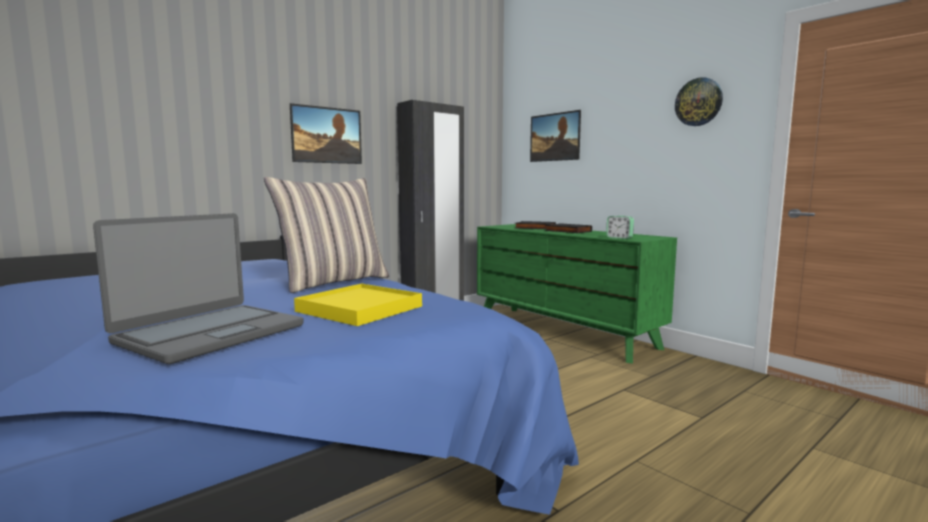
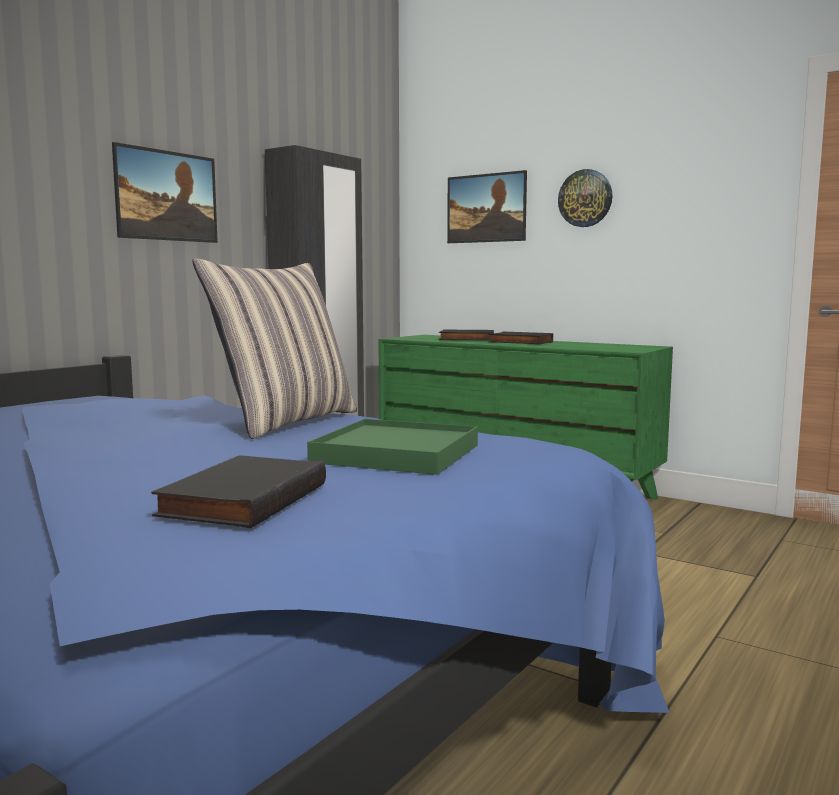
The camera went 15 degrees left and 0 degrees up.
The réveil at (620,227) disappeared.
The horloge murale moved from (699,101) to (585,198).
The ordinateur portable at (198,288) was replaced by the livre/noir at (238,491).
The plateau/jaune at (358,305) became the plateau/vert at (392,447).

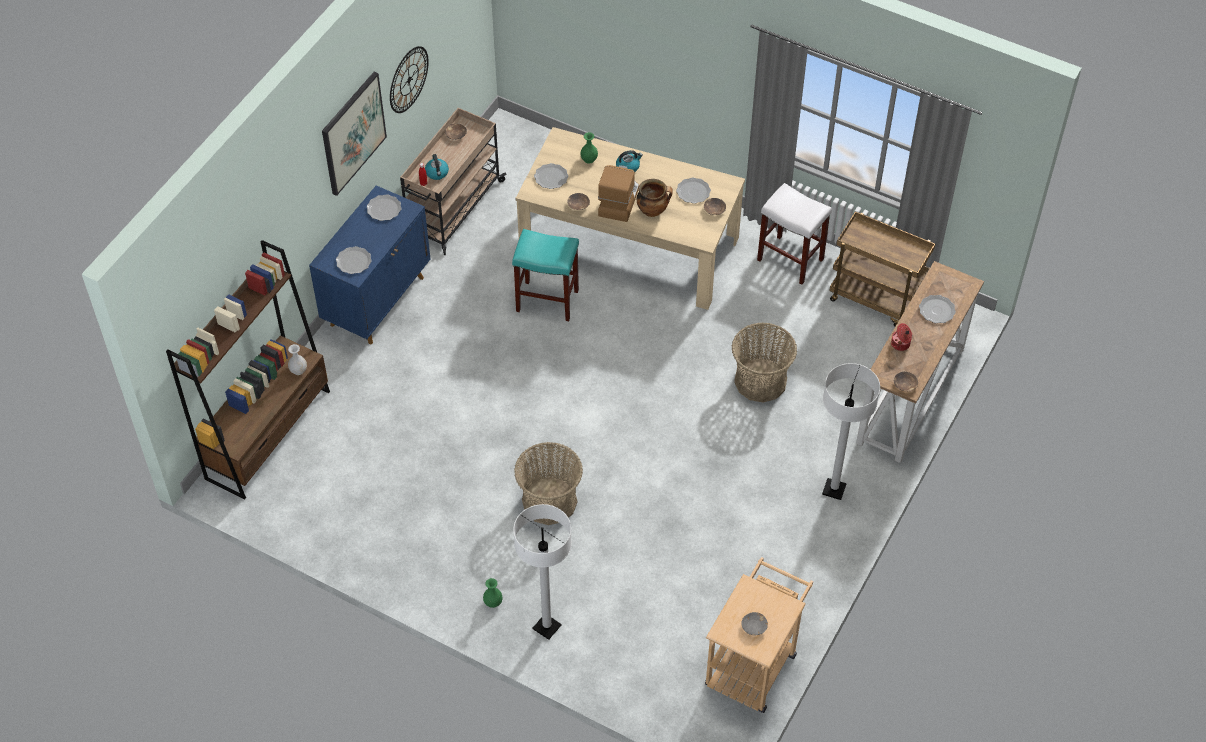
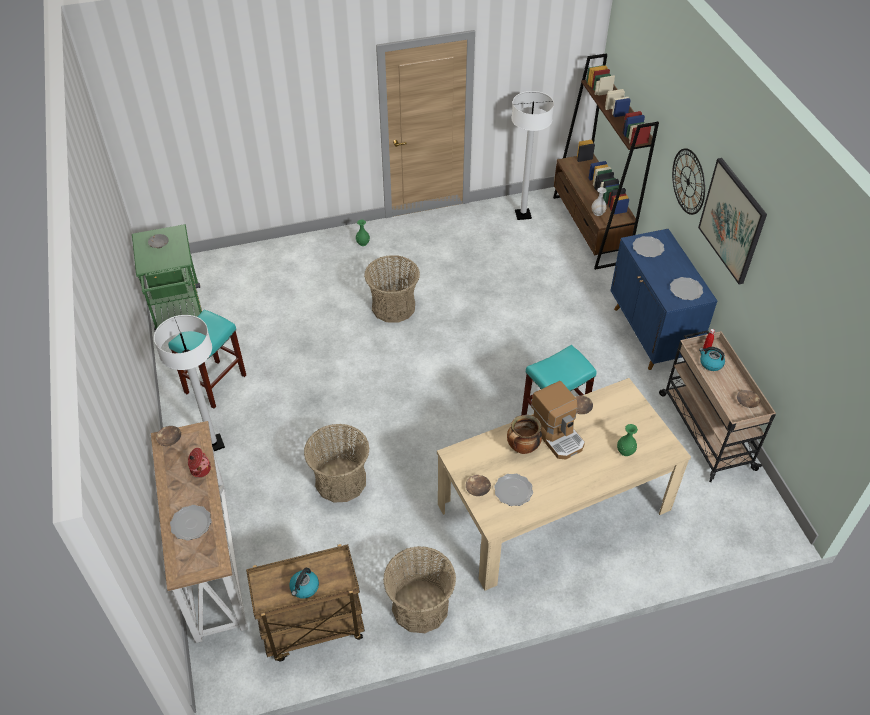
The camera went 135 degrees right and 5 degrees down.
The assiette at (551,176) disappeared.
The tabouret/turquoise at (207,358) appeared.
The horloge murale moved from (409,79) to (688,181).
The lampadaire/blanc moved from (542,572) to (532,155).
The bouilloire moved from (629,161) to (304,583).
The tabouret/blanc at (794,234) was replaced by the panier at (419,589).
The chariot/beige at (759,635) became the chariot/vert at (167,277).

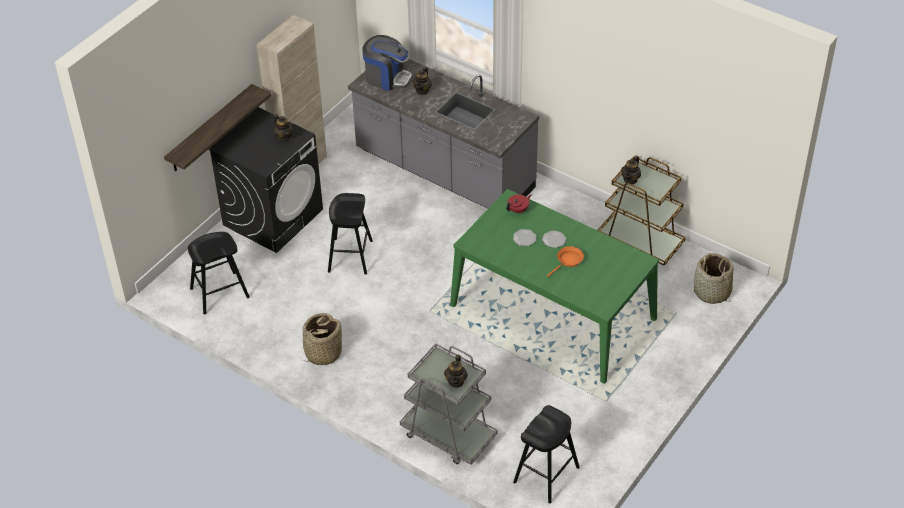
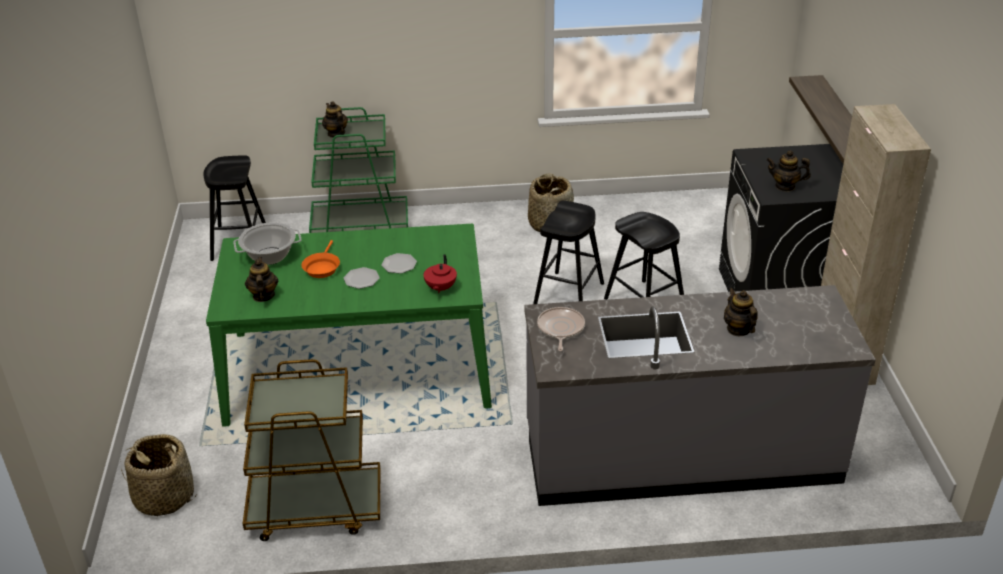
The camera went 140 degrees right and 10 degrees down.
The machine à café at (387,63) disappeared.
The marmite at (267,244) appeared.
The poêle at (561,329) appeared.
The tabouret/noir moved from (219,273) to (568,252).
The théière moved from (631,170) to (261,279).
The chariot/gris at (449,404) became the chariot/vert at (358,170).

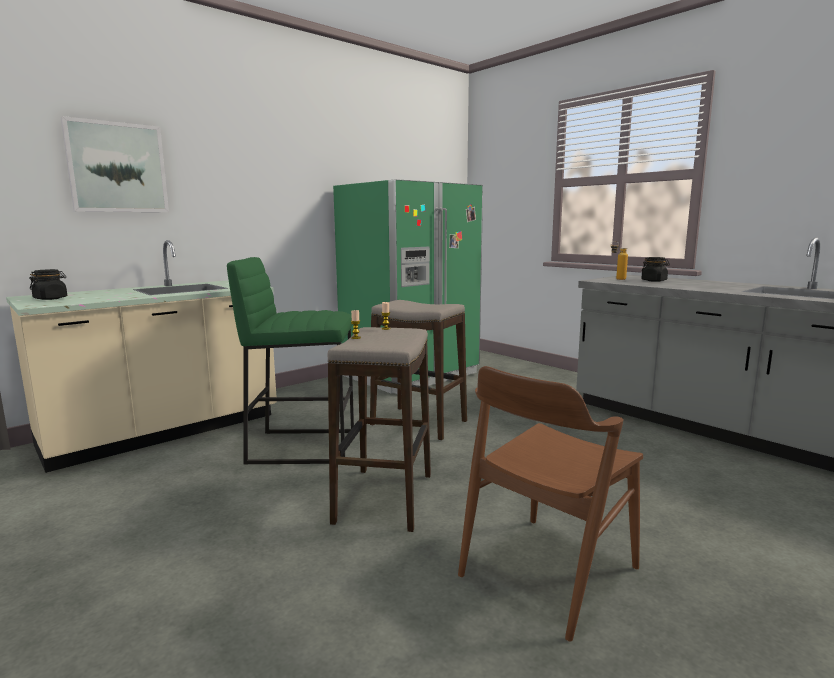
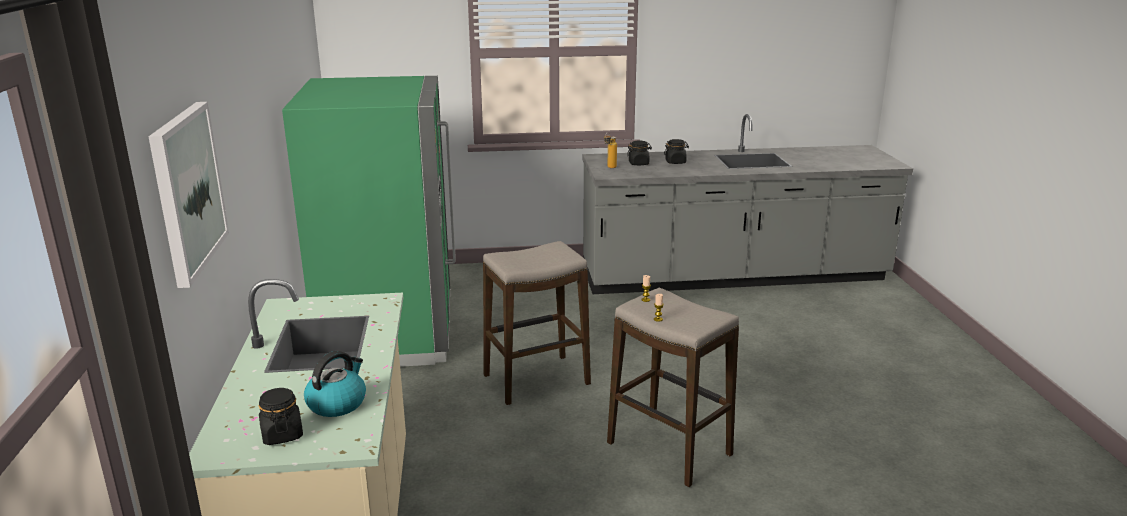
The camera went 55 degrees left and 10 degrees up.
The tabouret/vert at (290,360) disappeared.
The chaise/marron at (550,504) disappeared.
The bouilloire at (335,384) appeared.
The bocal/noir at (676,151) appeared.

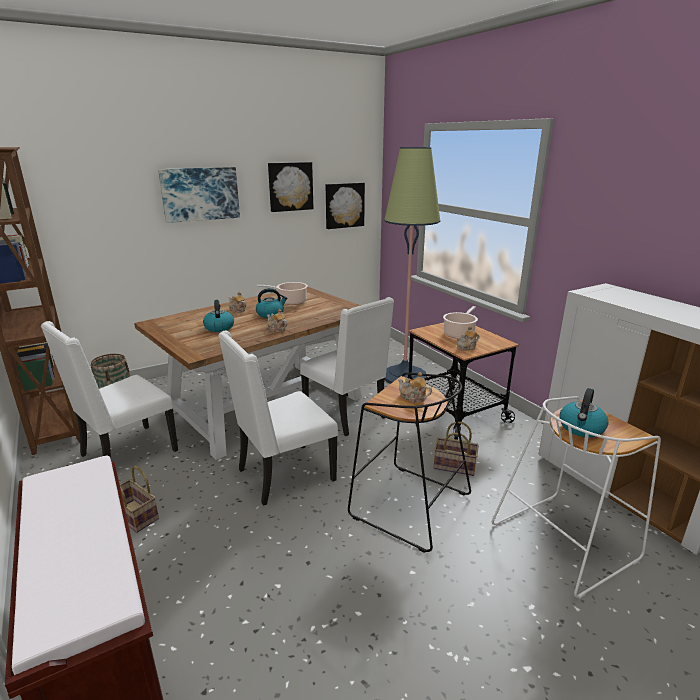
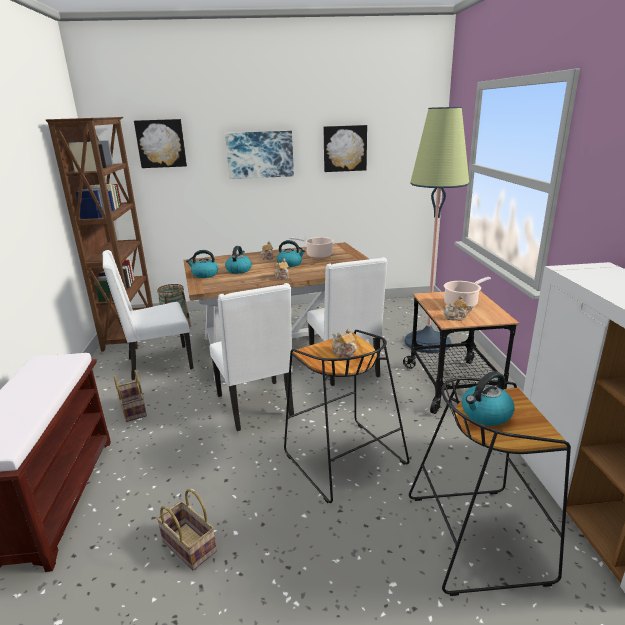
The camera went 25 degrees right and 0 degrees up.
The bouilloire at (202,264) appeared.
The tableau moved from (345,206) to (160,143).
The panier moved from (456,449) to (186,530).
The tabouret/blanc at (576,497) became the tabouret/noir at (490,486).
The chaise/blanc at (278,418) turned 105 degrees counterclockwise.

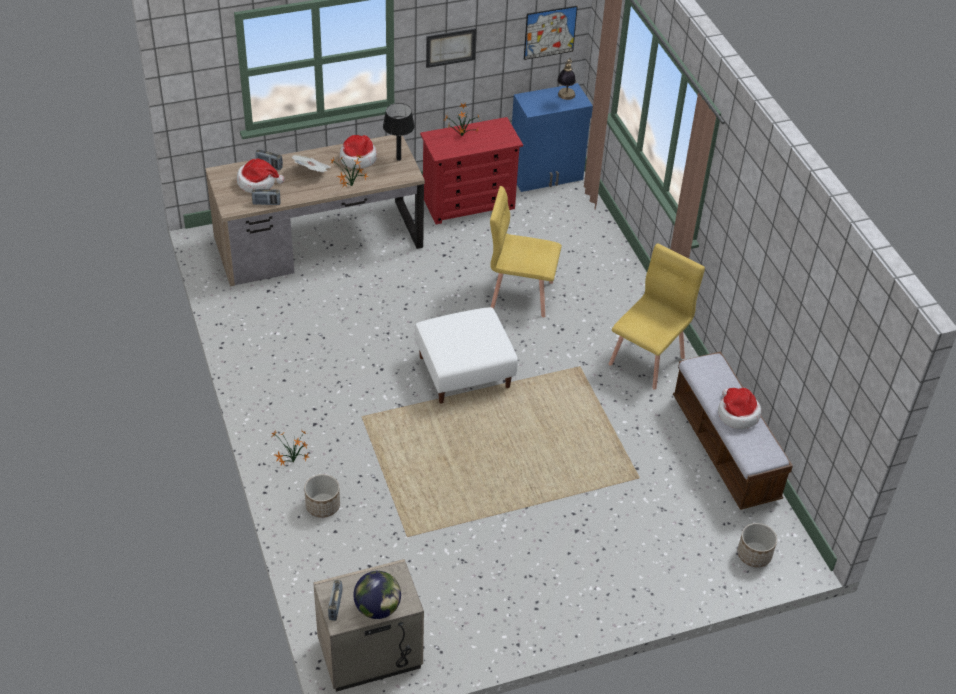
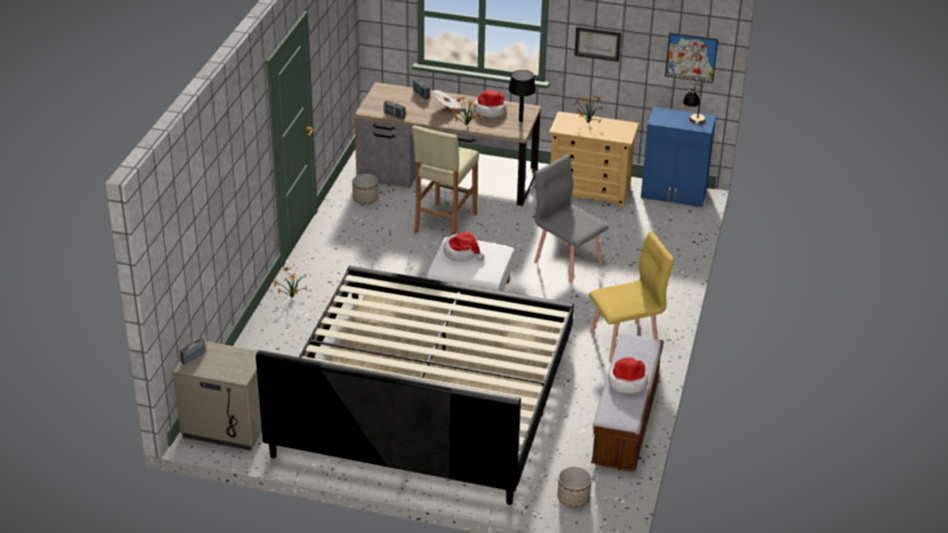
The camera went 35 degrees right and 10 degrees down.
The globe at (377,595) disappeared.
The lit at (415,385) appeared.
The tabouret/beige at (445,180) appeared.
The chapeau moved from (260,176) to (464,247).
The cache-pot moved from (322,496) to (365,189).
The commode/rouge at (471,170) became the commode/beige at (594,159).
The chaise/jaune at (526,251) became the chaise/gris at (571,219).

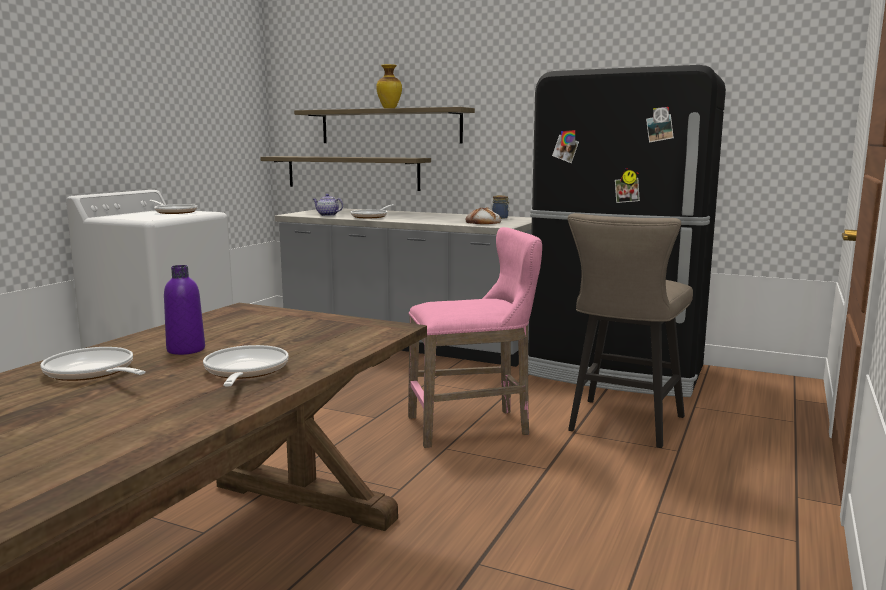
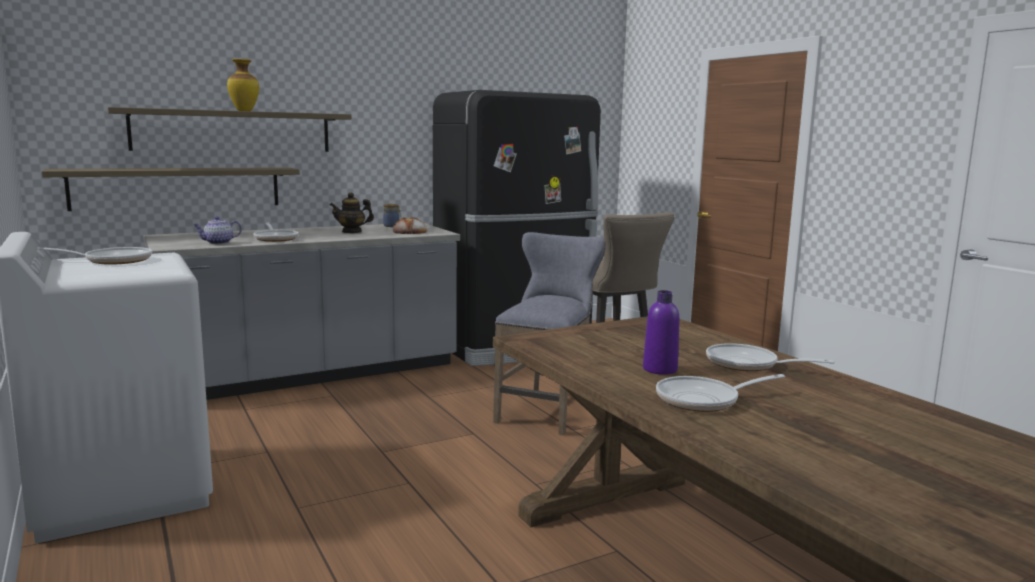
The camera went 55 degrees left and 0 degrees up.
The théière at (352,212) appeared.
The tabouret/rose at (475,337) became the tabouret/gris at (549,333).

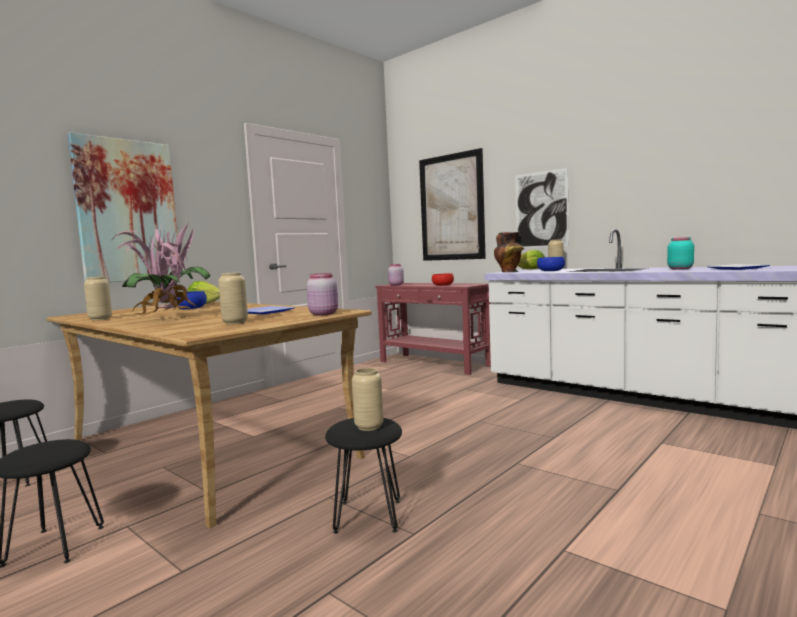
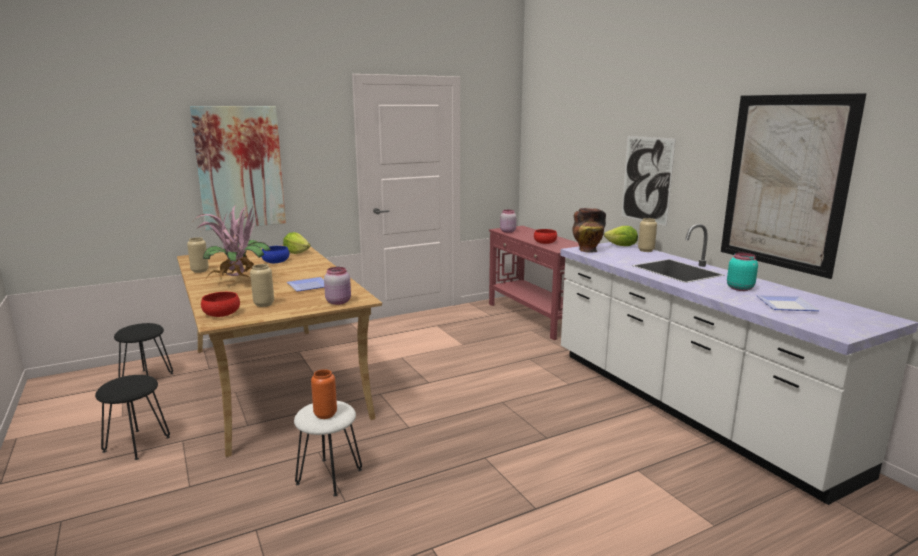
The camera went 20 degrees right and 10 degrees up.
The bol/bleu at (551,264) disappeared.
The bol/rouge at (220,304) appeared.
The tableau moved from (452,204) to (794,186).
The tabouret/noir at (363,476) became the tabouret/blanc at (328,448).
The vase/beige at (368,399) became the vase/orange at (324,394).

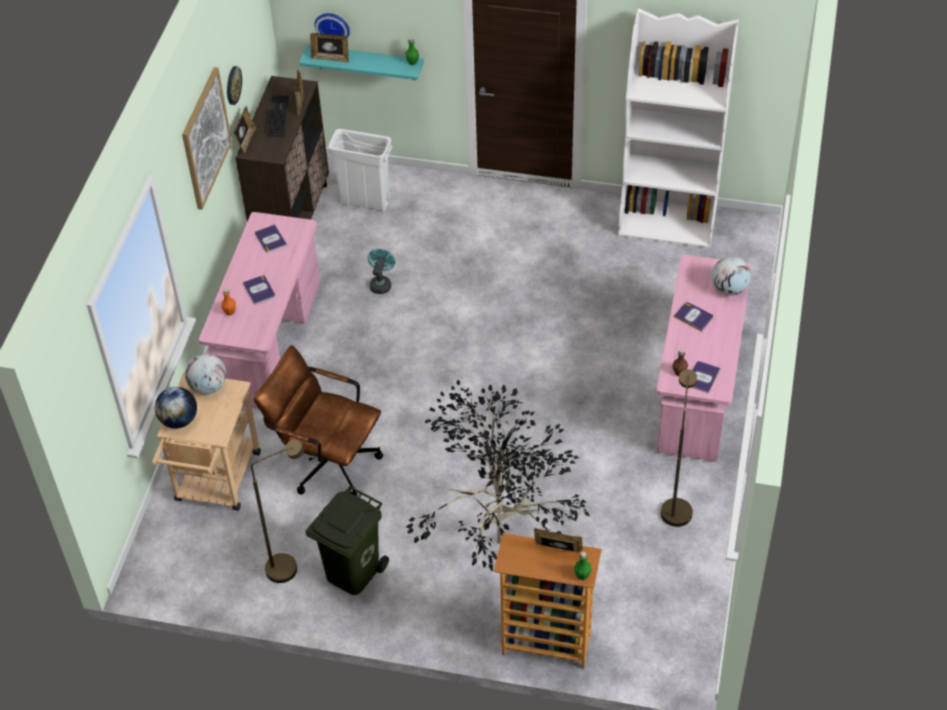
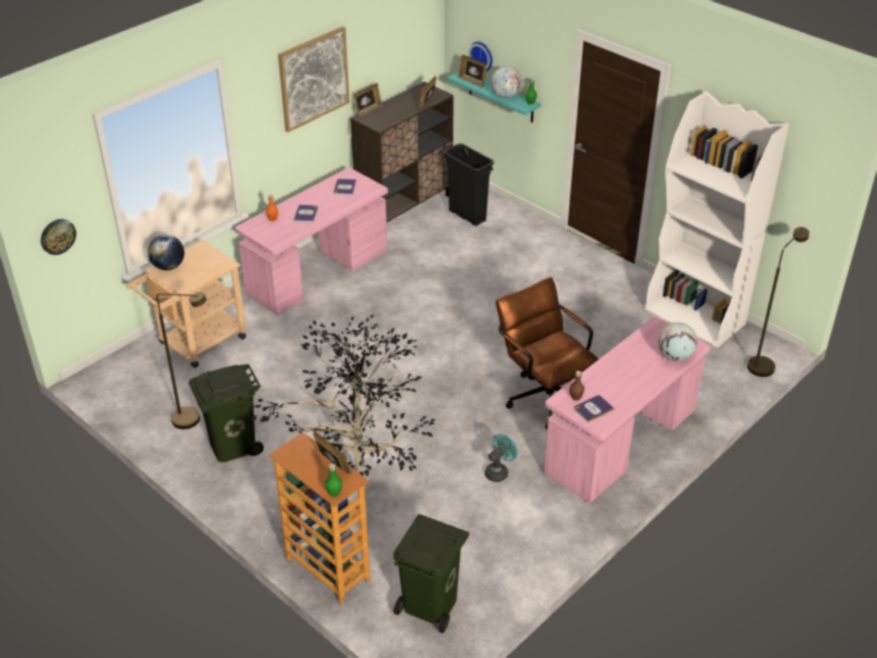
The camera went 30 degrees right and 10 degrees down.
The clavier at (278,116) disappeared.
The livre at (693,317) disappeared.
The poubelle/vert at (431,573) appeared.
The globe moved from (205,374) to (506,82).
The horloge murale moved from (234,85) to (58,237).
The chaise de bureau/marron moved from (318,421) to (547,353).
The ventilateur/turquoise moved from (381,271) to (501,458).
The lampadaire/marron moved from (679,448) to (778,302).
The poubelle/blanc at (360,170) became the poubelle/noir at (469,184).

